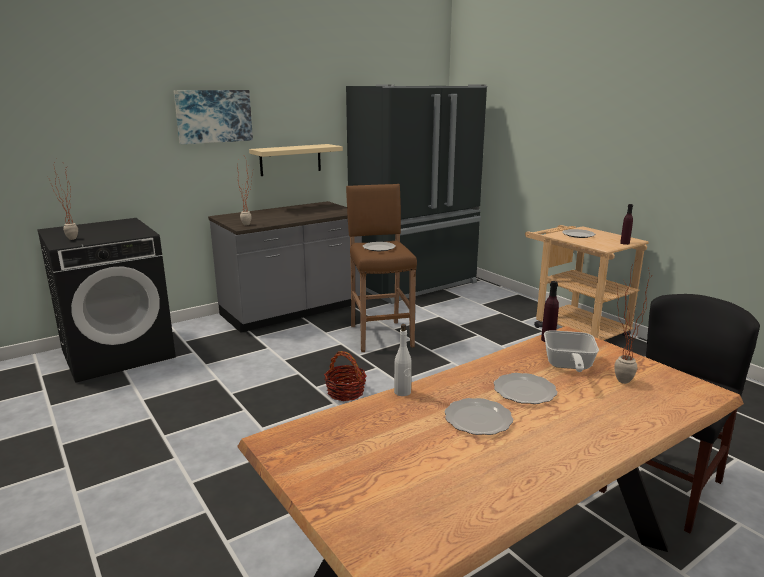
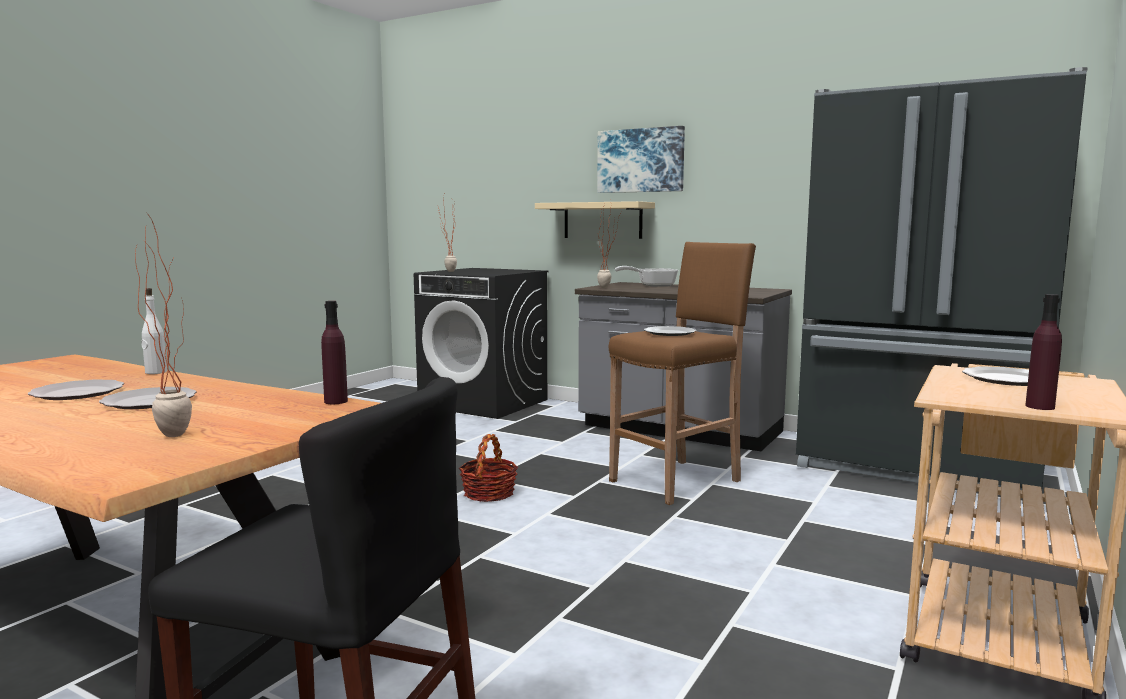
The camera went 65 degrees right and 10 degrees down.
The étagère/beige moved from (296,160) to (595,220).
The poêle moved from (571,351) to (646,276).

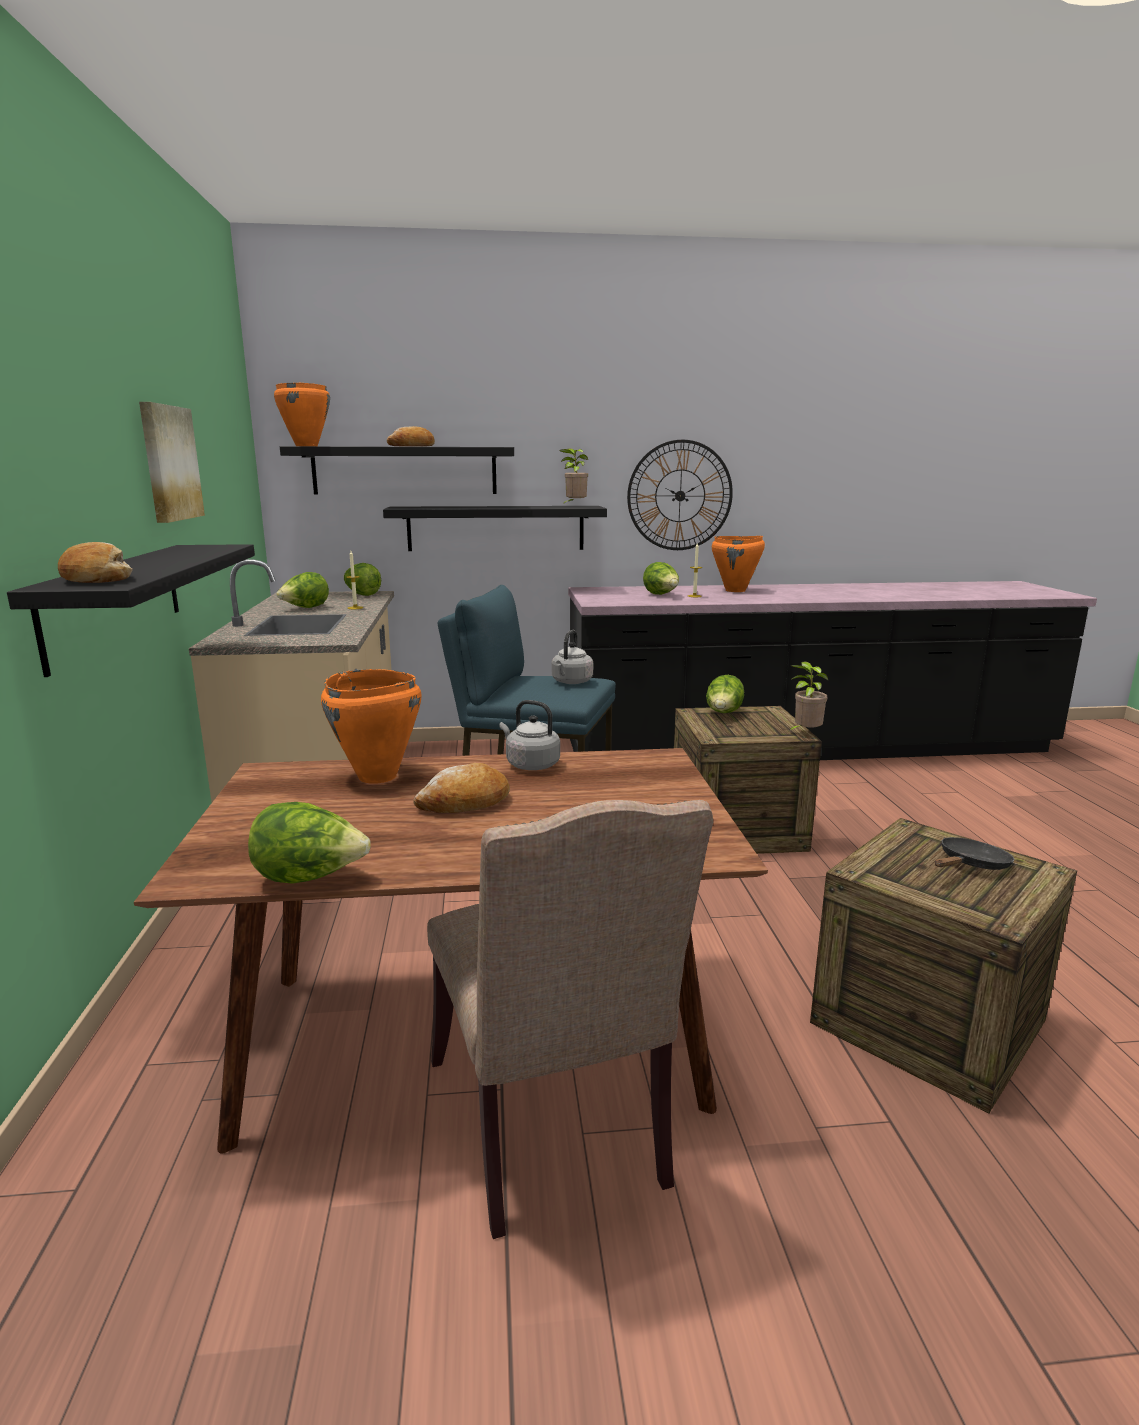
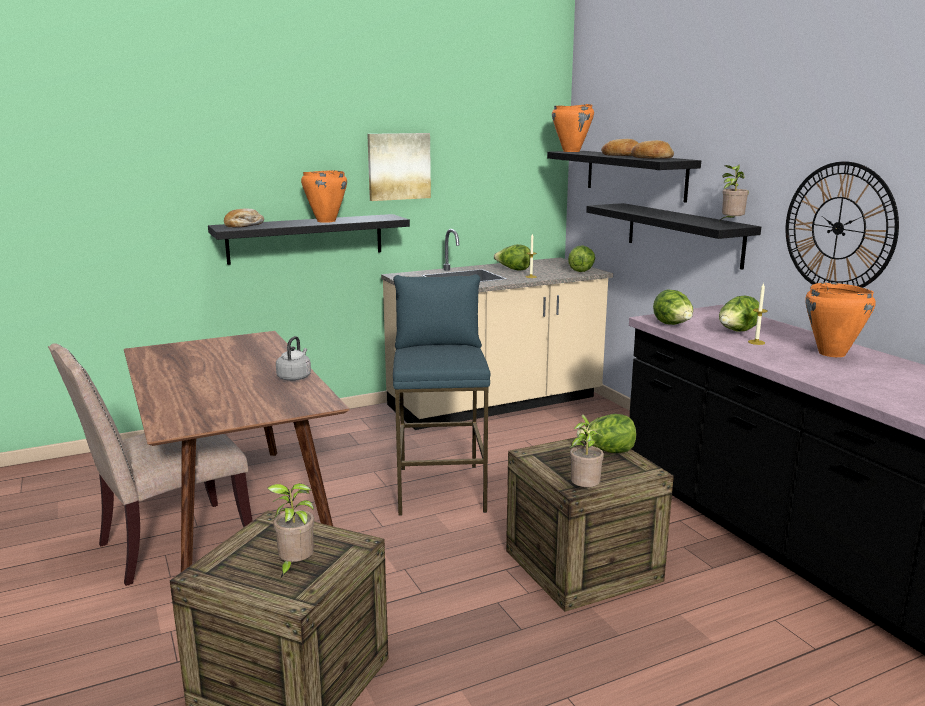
The camera went 70 degrees right and 0 degrees up.
The bouilloire/gris at (572,657) disappeared.
The laitue moved from (309,843) to (673,307).
The marmite/orange moved from (371,726) to (324,196).
The pain moved from (461,788) to (652,149).
The poêle/noir at (974,853) was replaced by the plante en pot at (290,530).

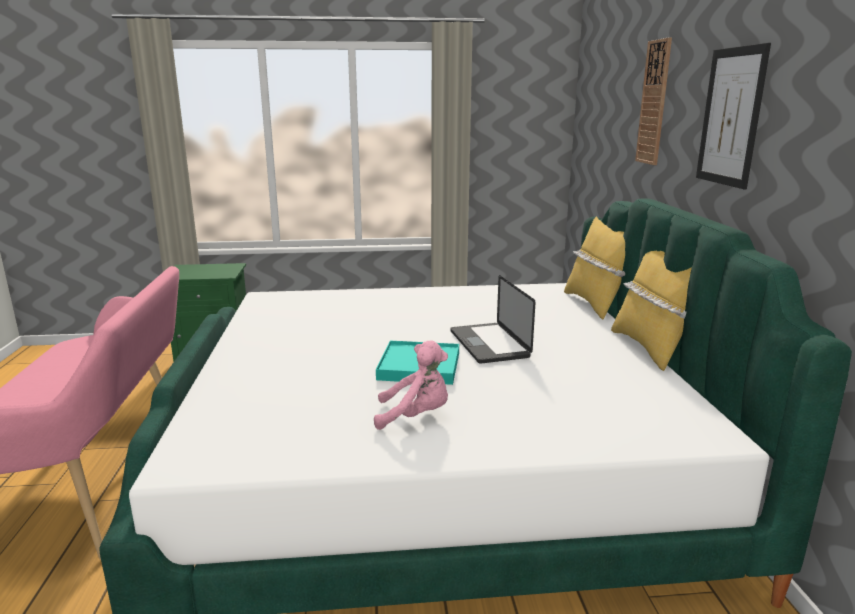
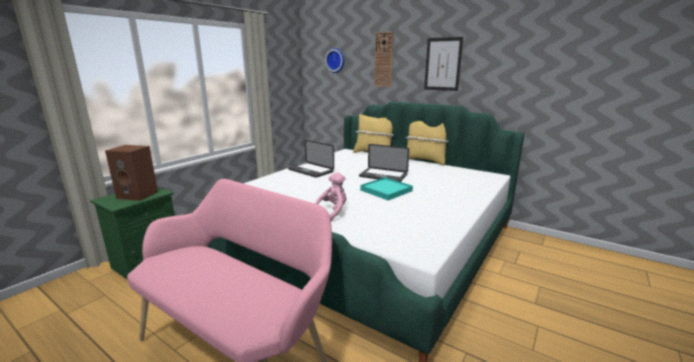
The camera went 50 degrees left and 0 degrees up.
The enceinte/marron at (131,173) appeared.
The ordinateur portable at (311,159) appeared.
The horloge murale at (335,60) appeared.
The peluche/rose moved from (411,385) to (330,196).

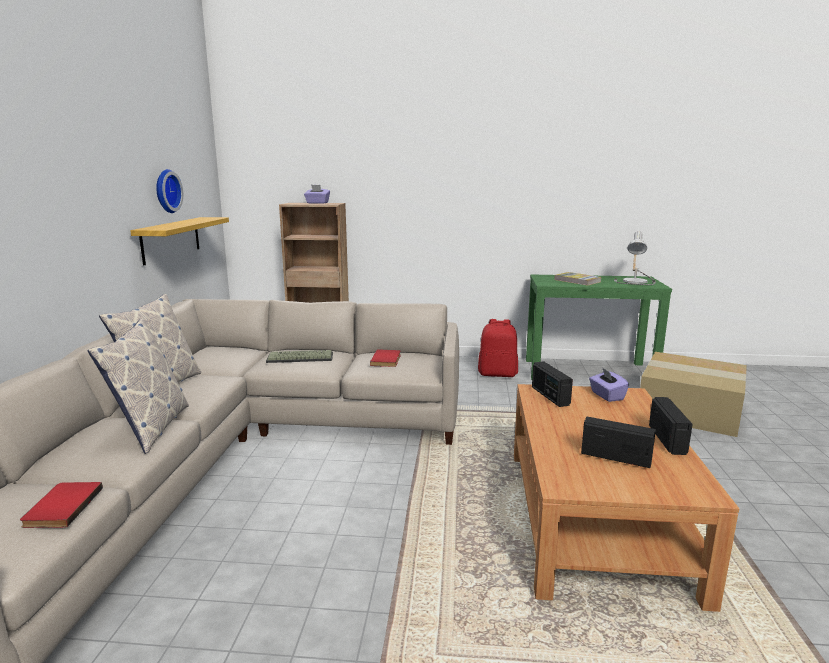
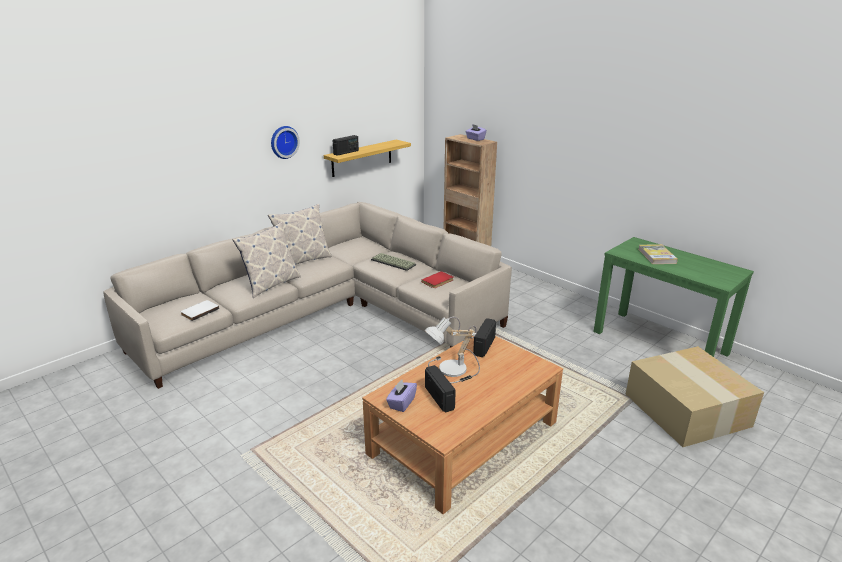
The camera went 40 degrees right and 10 degrees up.
The sac à dos/rouge at (498,348) disappeared.
The horloge murale moved from (169,191) to (285,142).
The boîte à mouchoirs/violet moved from (609,384) to (401,395).
The lampe de table moved from (635,258) to (452,350).
The radio moved from (671,426) to (346,145).
The livre/rouge at (61,505) became the livre/blanc at (199,310).

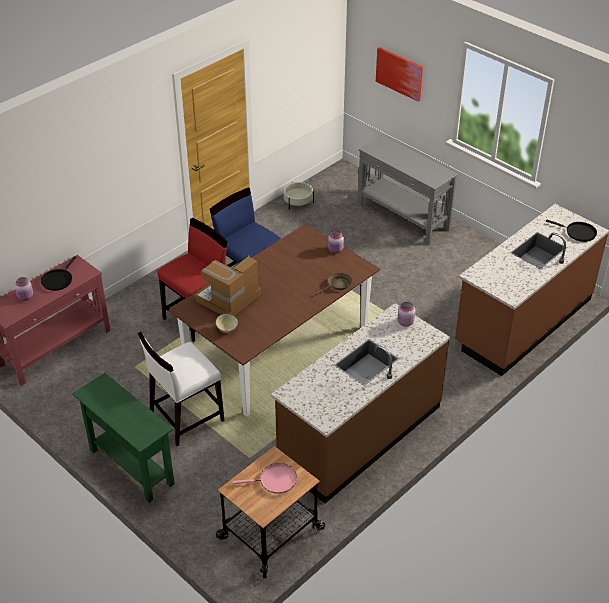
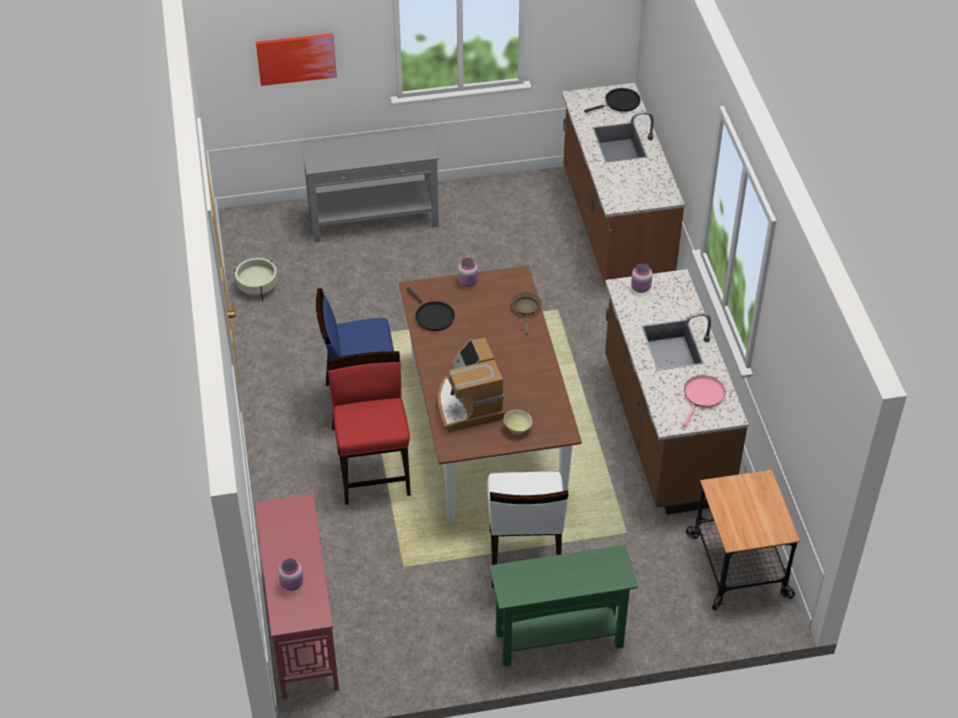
The camera went 55 degrees left and 5 degrees up.
The poêle/noir moved from (58,273) to (431,309).
The poêle/rose moved from (265,478) to (704,401).

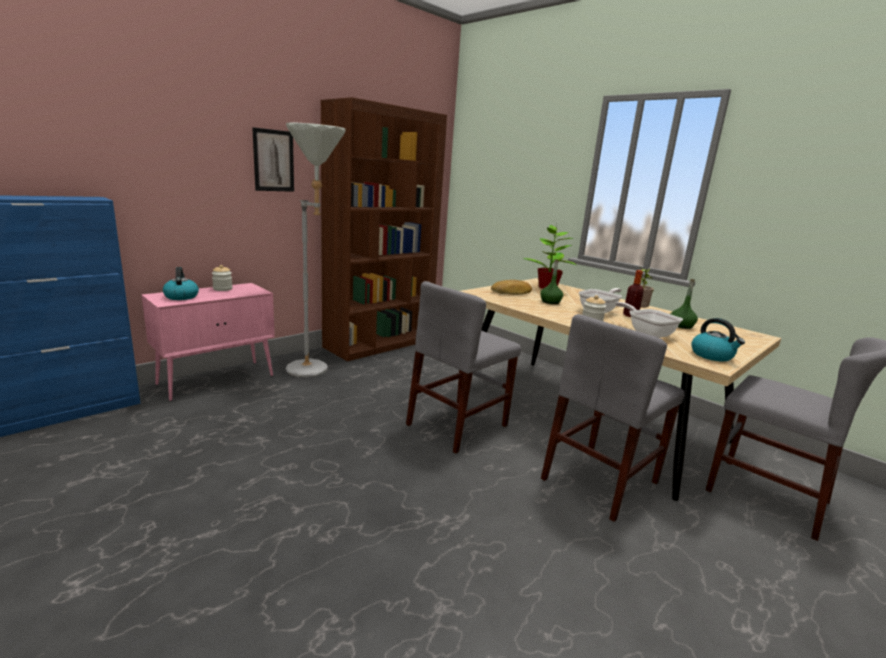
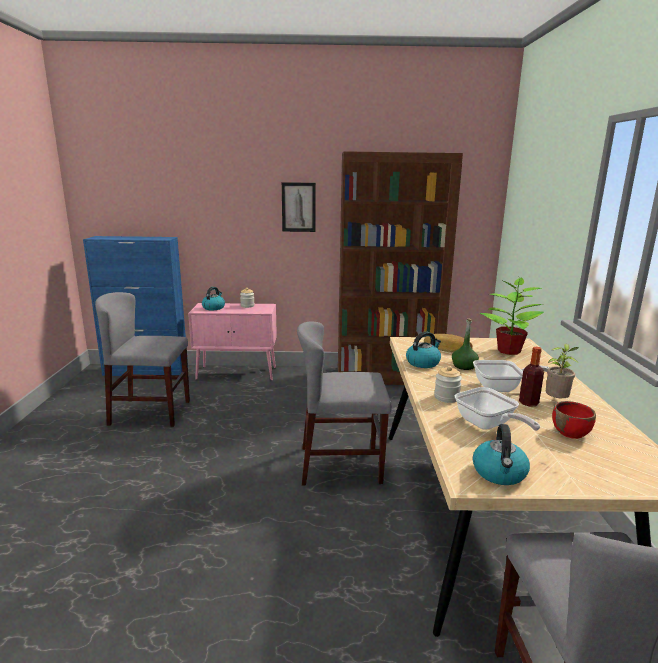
The camera went 45 degrees right and 0 degrees up.
The lampadaire/gris at (316,249) disappeared.
The bouilloire at (423,349) appeared.
The chaise/gris moved from (613,418) to (142,359).
The bouteille/vert at (684,304) was replaced by the bol/rouge at (574,420).
The poêle at (649,320) turned 135 degrees clockwise.

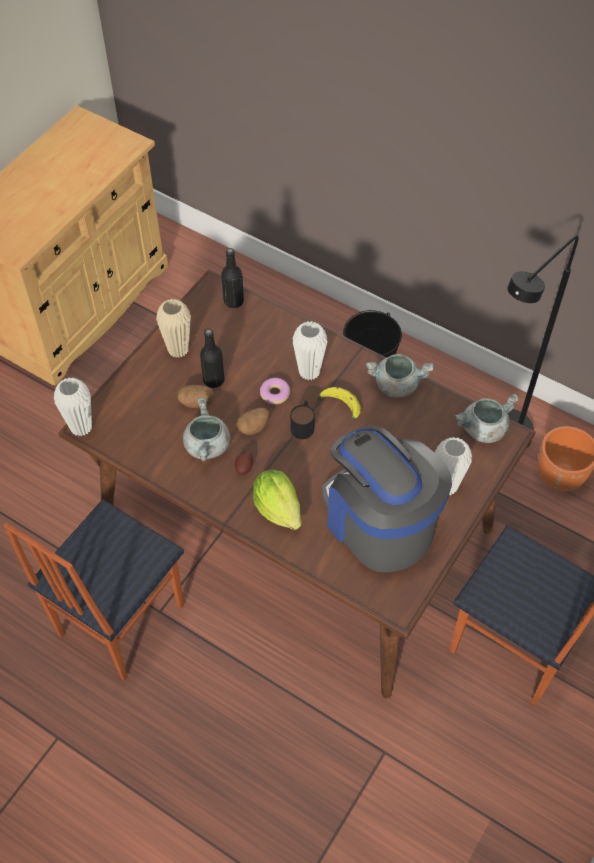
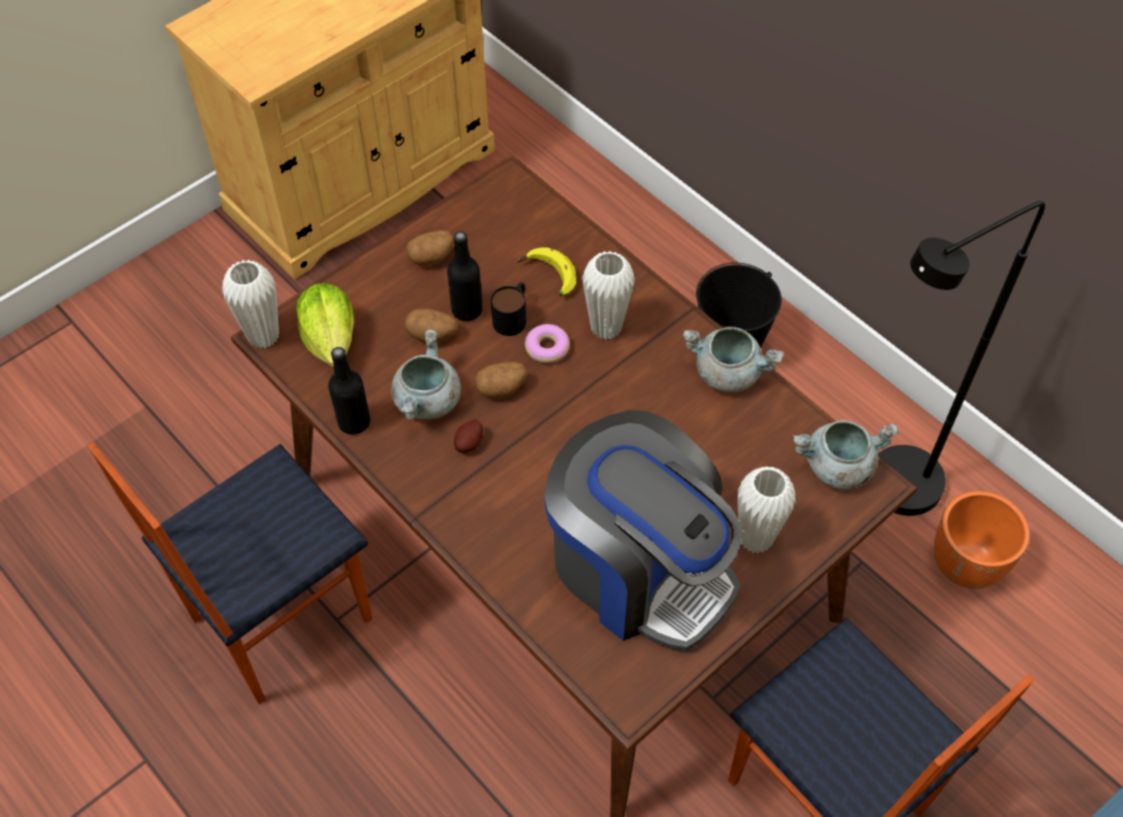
The camera went 15 degrees right and 0 degrees up.
The bouteille/noir moved from (232,278) to (349,391).
The laitue moved from (277,500) to (325,325).
The mug moved from (302,419) to (508,309).
The banane moved from (338,403) to (546,272).
The vase/beige at (173,328) was replaced by the pomme de terre at (430,248).
The machine à café at (387,498) turned 150 degrees clockwise.

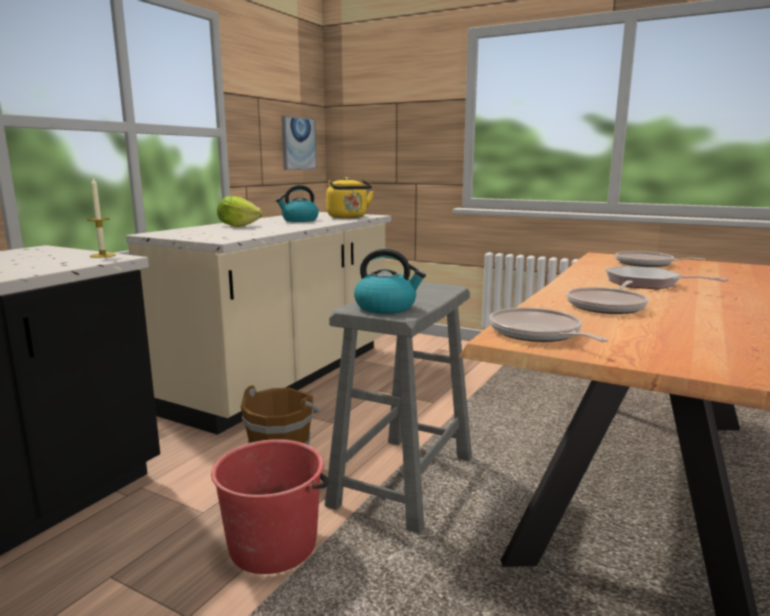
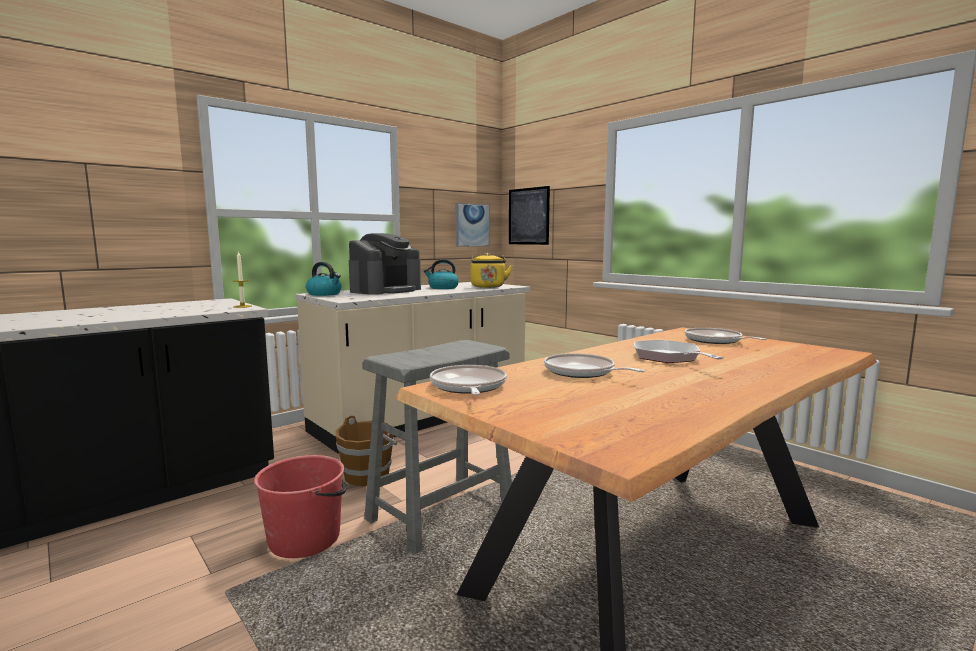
The camera went 20 degrees right and 5 degrees down.
The tableau at (529,215) appeared.
The bouilloire moved from (390,281) to (323,279).
The laitue at (240,211) was replaced by the machine à café at (385,264).
The poêle at (607,297) turned 75 degrees clockwise.

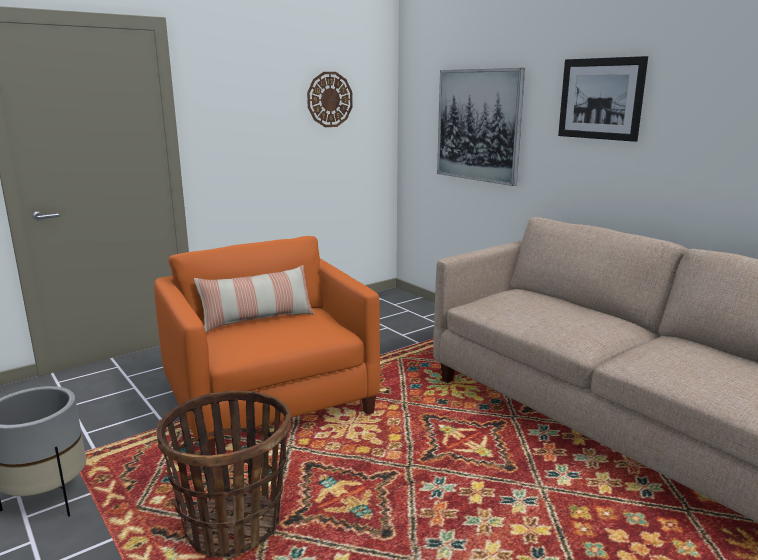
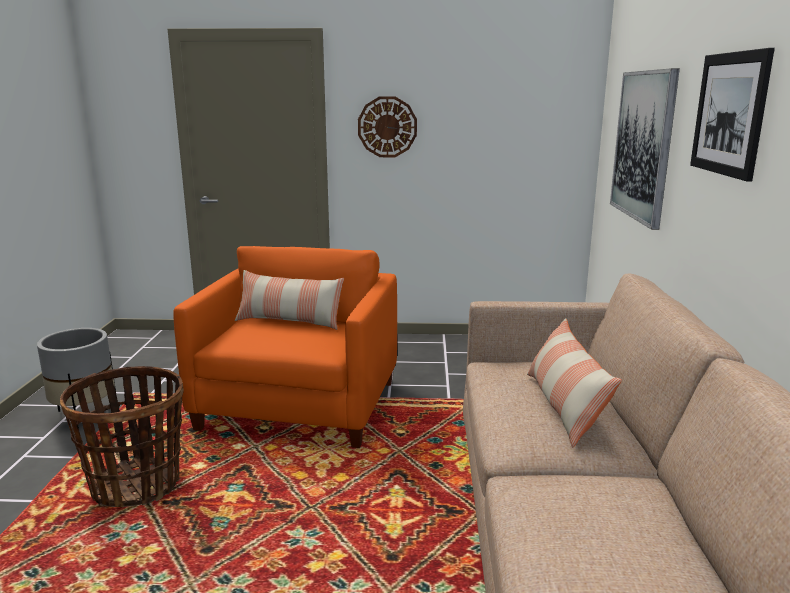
The camera went 40 degrees right and 0 degrees up.
The coussin at (574,382) appeared.
The horloge murale moved from (330,99) to (387,126).

